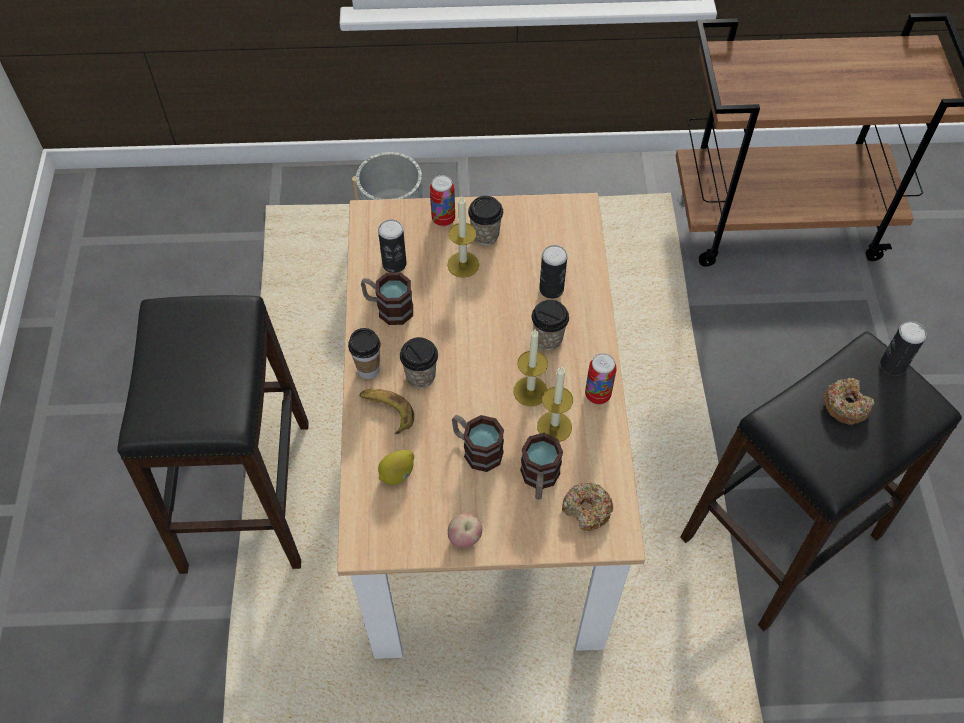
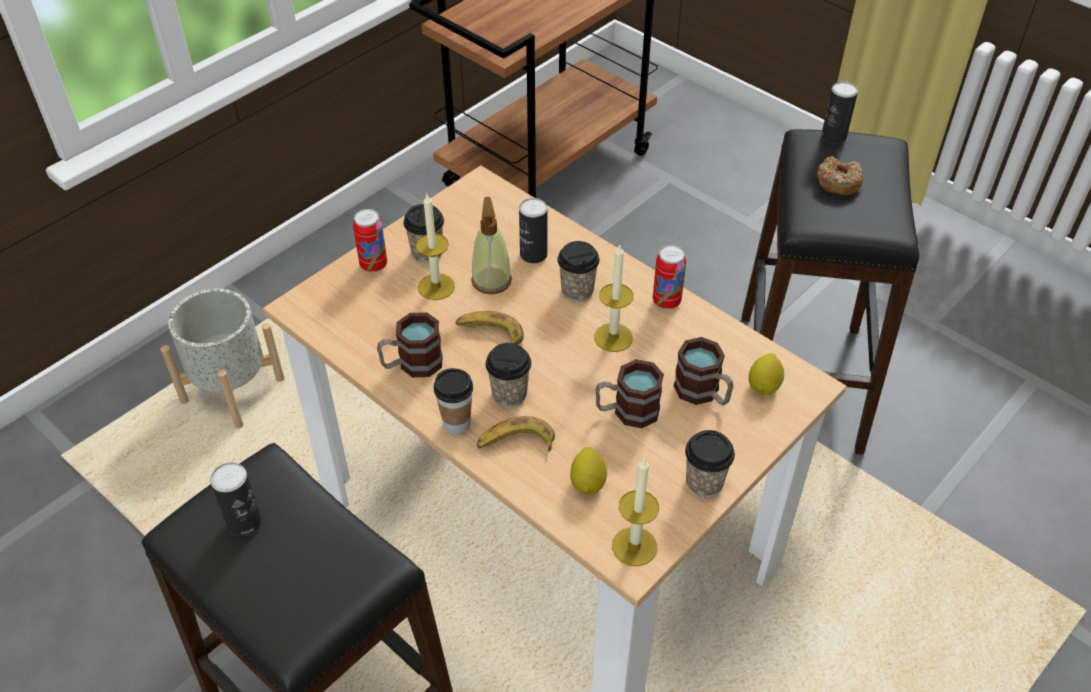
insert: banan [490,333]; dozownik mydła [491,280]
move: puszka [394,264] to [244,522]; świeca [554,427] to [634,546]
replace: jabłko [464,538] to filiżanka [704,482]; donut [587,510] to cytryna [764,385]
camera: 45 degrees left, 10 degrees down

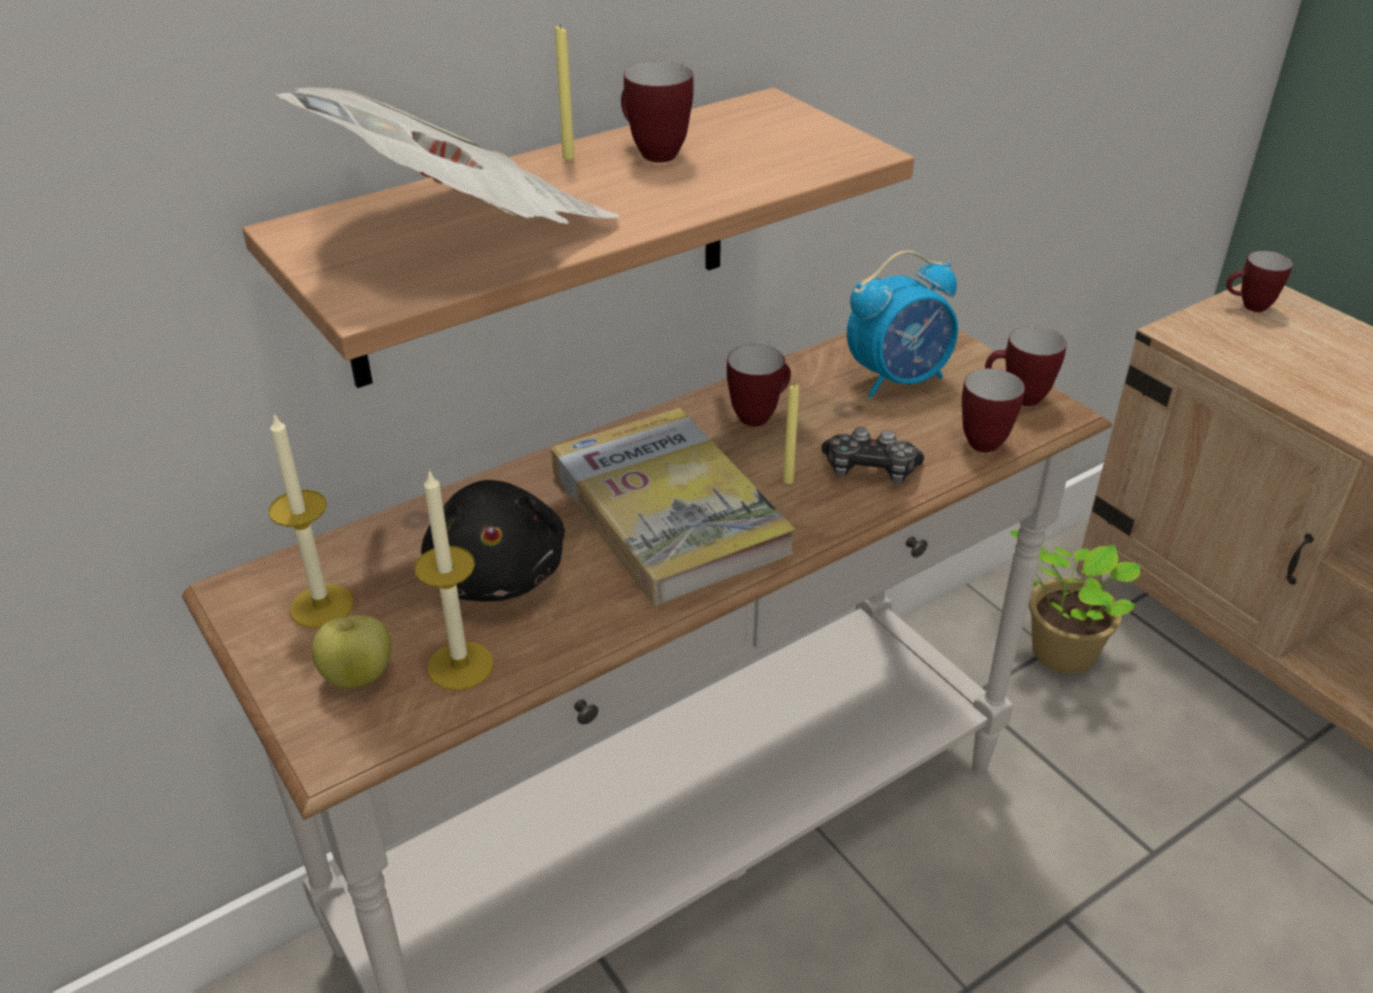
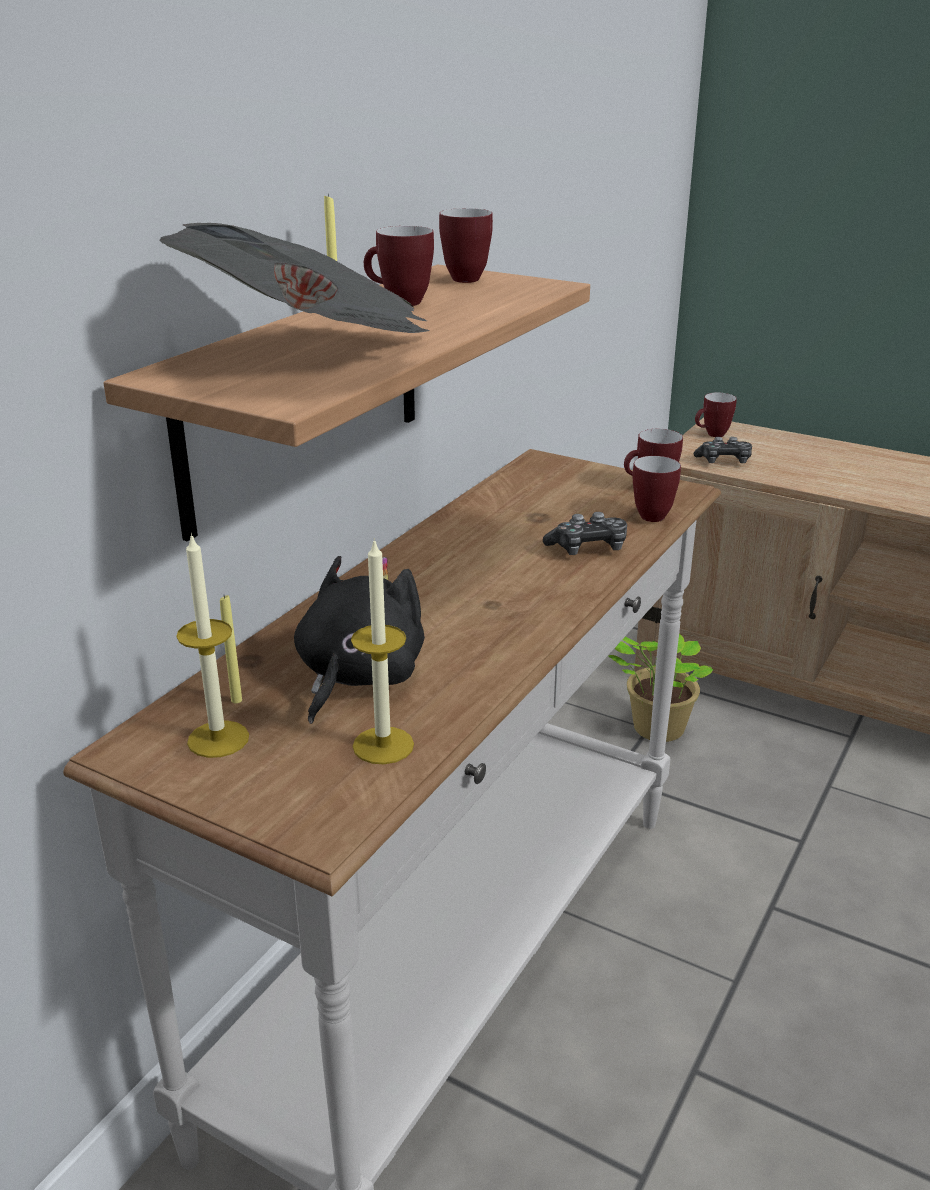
delete: jabłko [358,676]; książka [668,511]; budzik [898,379]
insert: pad do gier [724,461]
move: kubek [759,415] to [468,278]; świeca (żółty) [788,481] to [236,700]
rotate: pluszak (czarny) [498,572] = [357,677] 120 degrees counterclockwise
camera: 25 degrees left, 10 degrees down

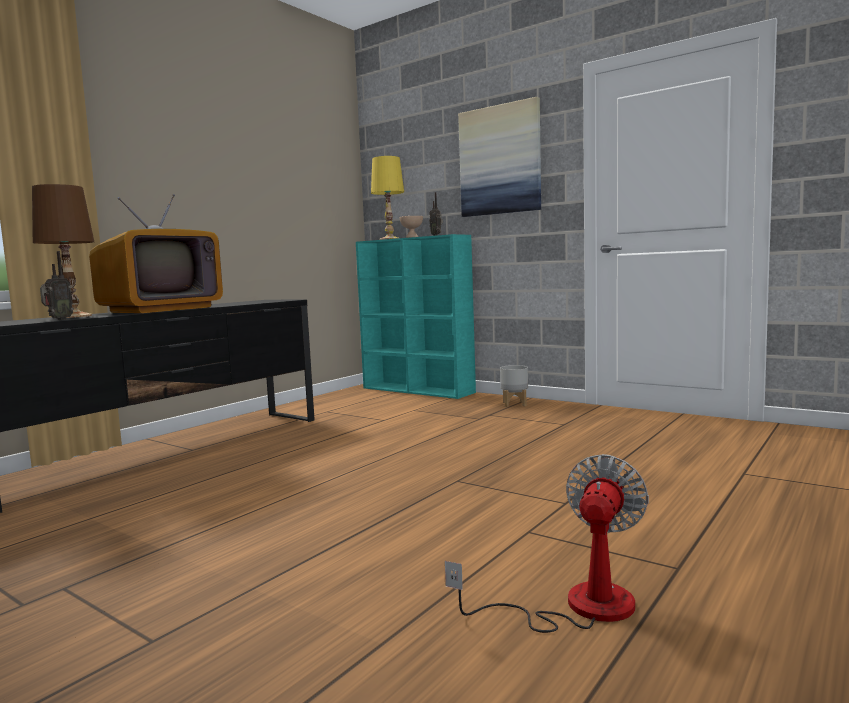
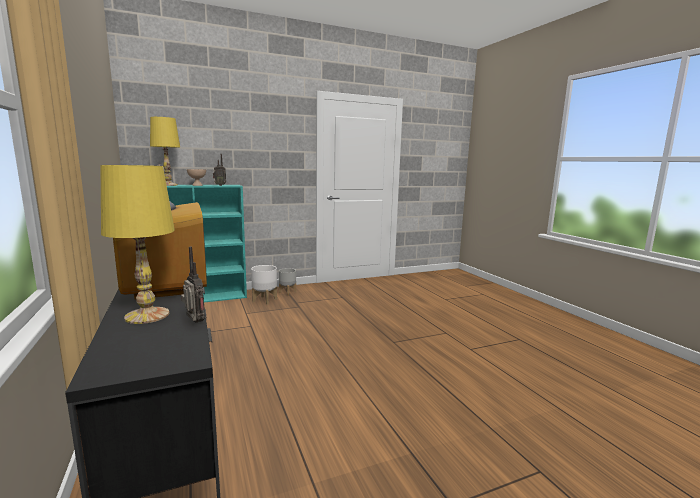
delete: wentylator [576,607]; obraz [500,160]
insert: donica (biały) [265,300]
recolor: lampa stołowa (brązowy) [72,316] to lampa stołowa (żółty) [146,315]
camera: 60 degrees left, 5 degrees up

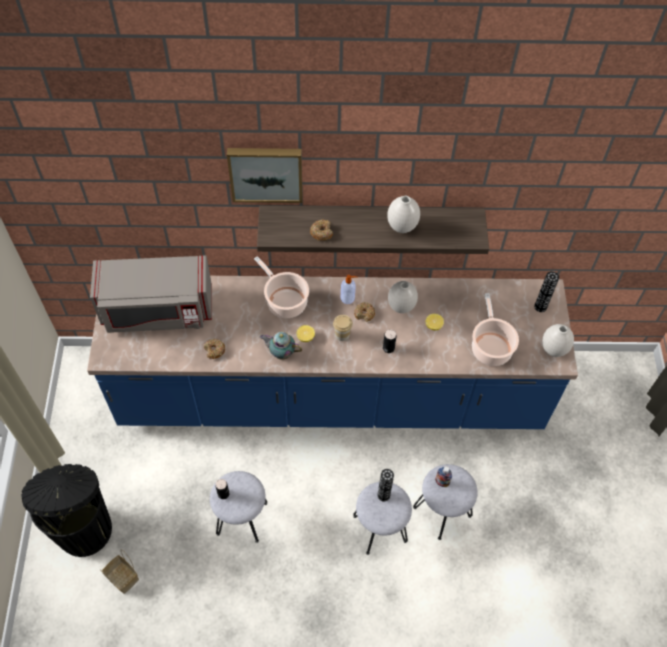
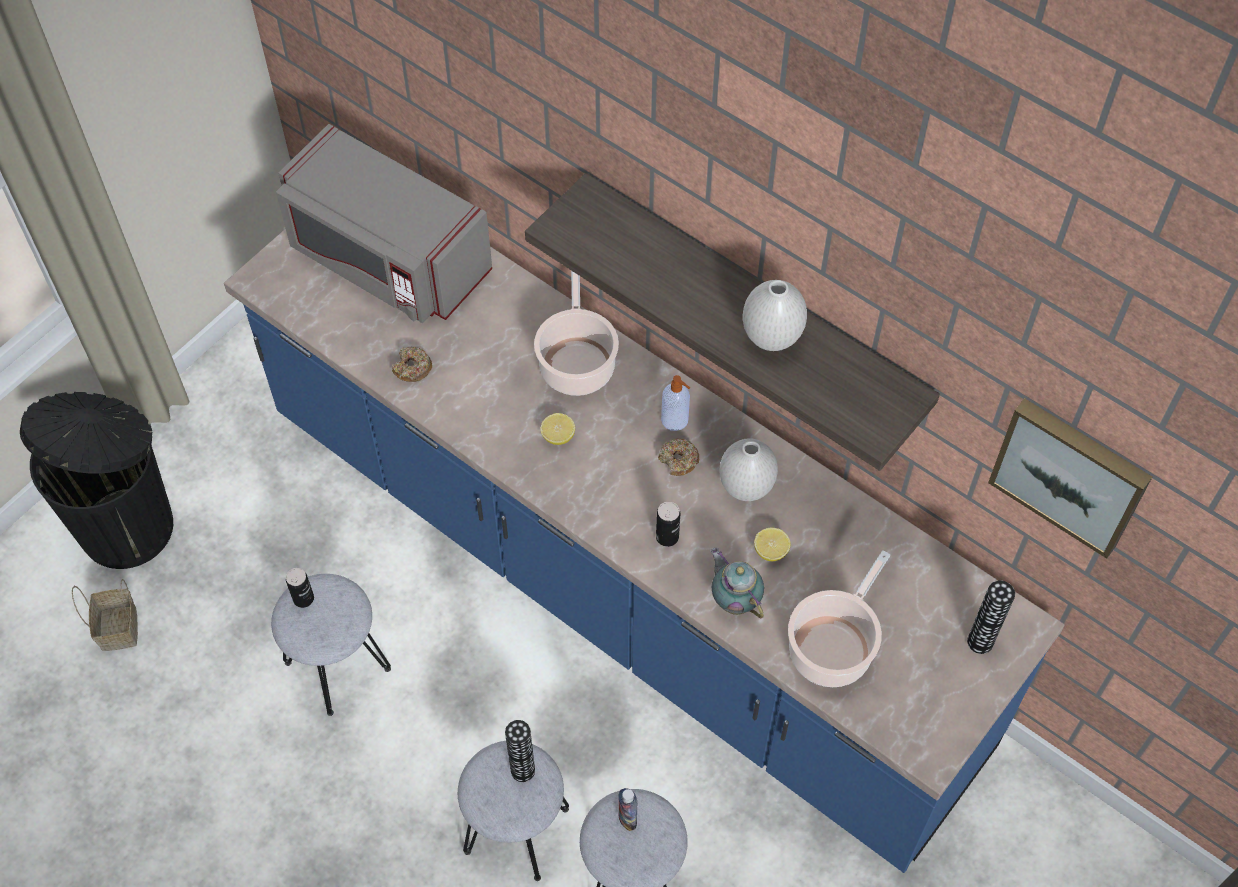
delete: donut [321,232]; filiżanka [342,334]; wazon (biały) [553,350]
move: obraz [266,172] to [1071,474]; imbryk [281,353] to [734,599]
camera: 40 degrees right, 0 degrees up

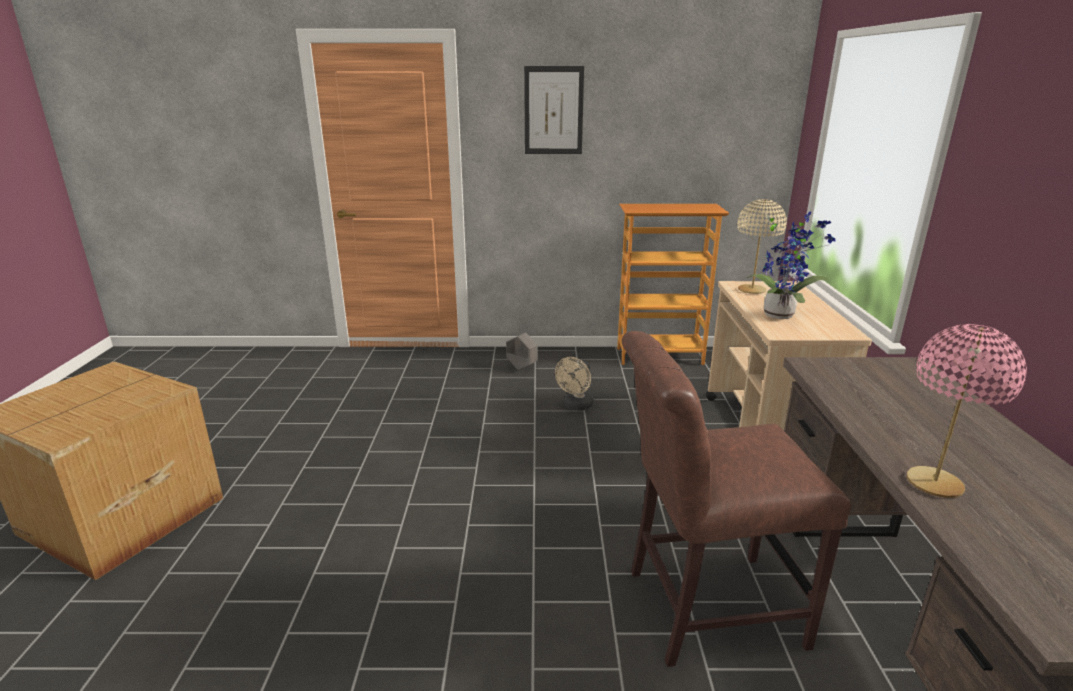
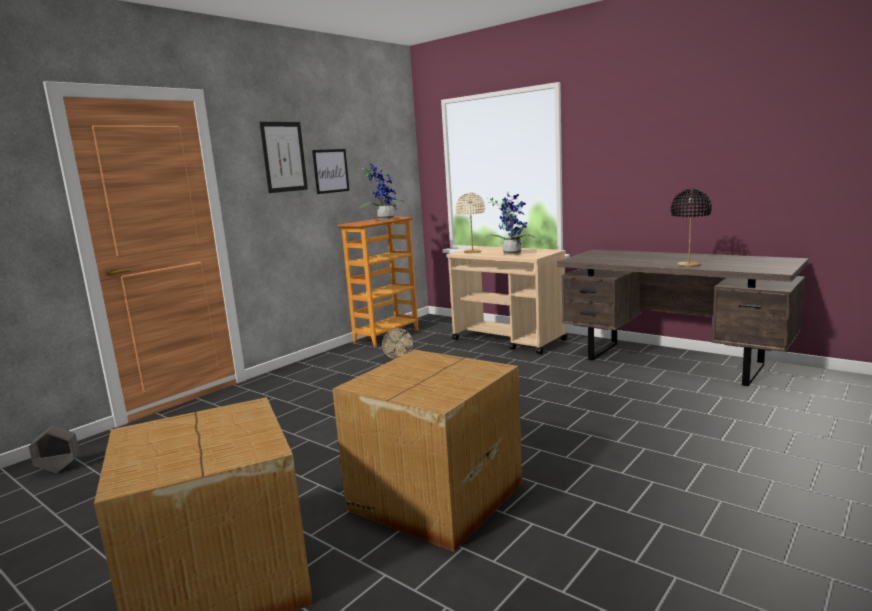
delete: krzesło (brązowy) [703,607]
insert: obraz [330,171]; karton [433,496]; roślina doniczkowa [384,219]
move: donica (szary) [522,367] to [59,469]
recolor: lampa stołowa (różowy) [934,483] to lampa stołowa (czarny) [688,265]
camera: 50 degrees left, 10 degrees down

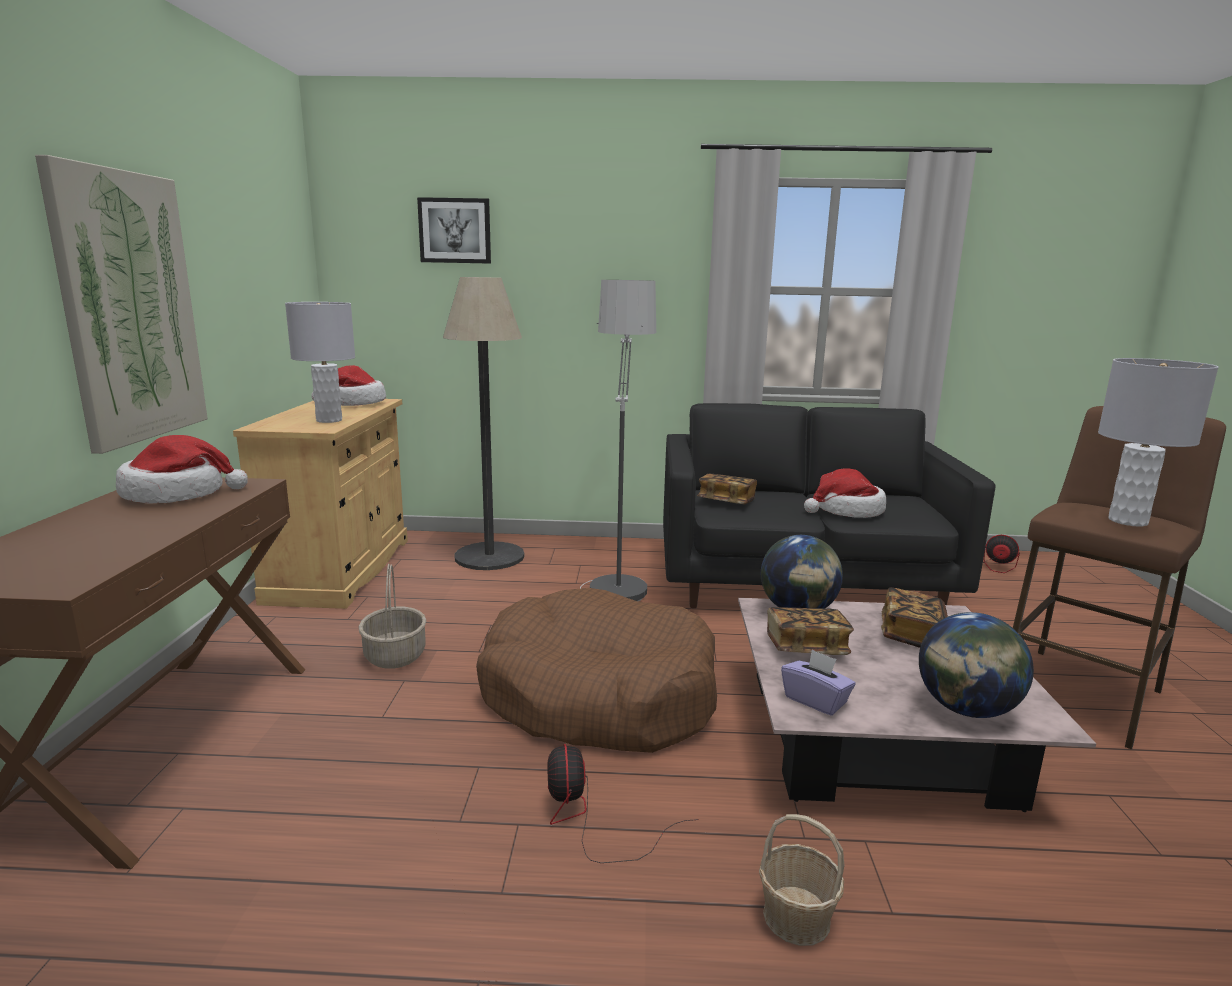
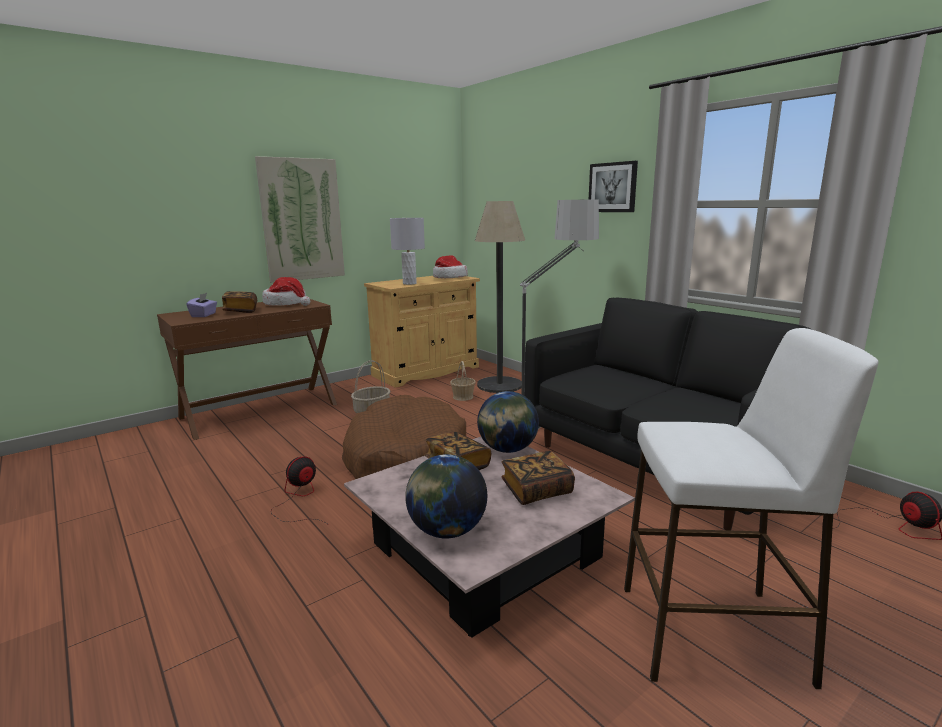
delete: kapelusz [847,511]; lampa stołowa (szary) [1127,521]
move: obraz [455,231] to [613,187]; książka [726,501] to [241,310]; koszyk [796,916] to [463,397]; pudełko chusteczek (fioletowy) [815,700] to [204,315]
recolor: stołek (brązowy) [1080,694] to stołek (biały) [713,633]
camera: 50 degrees right, 0 degrees up

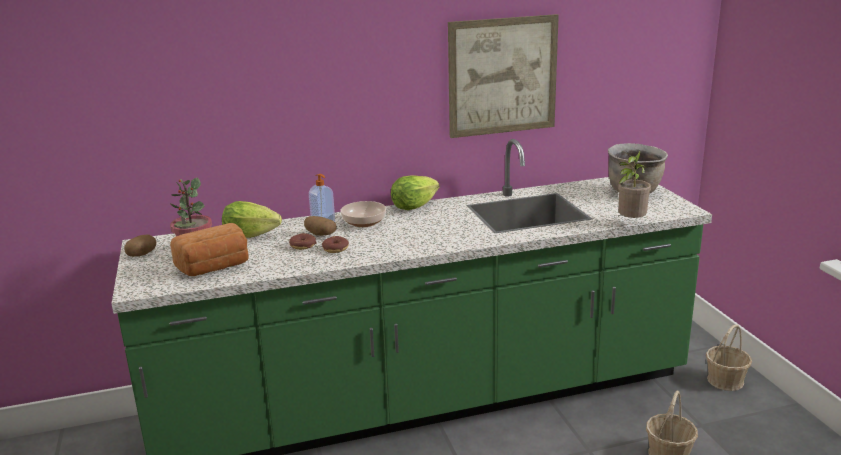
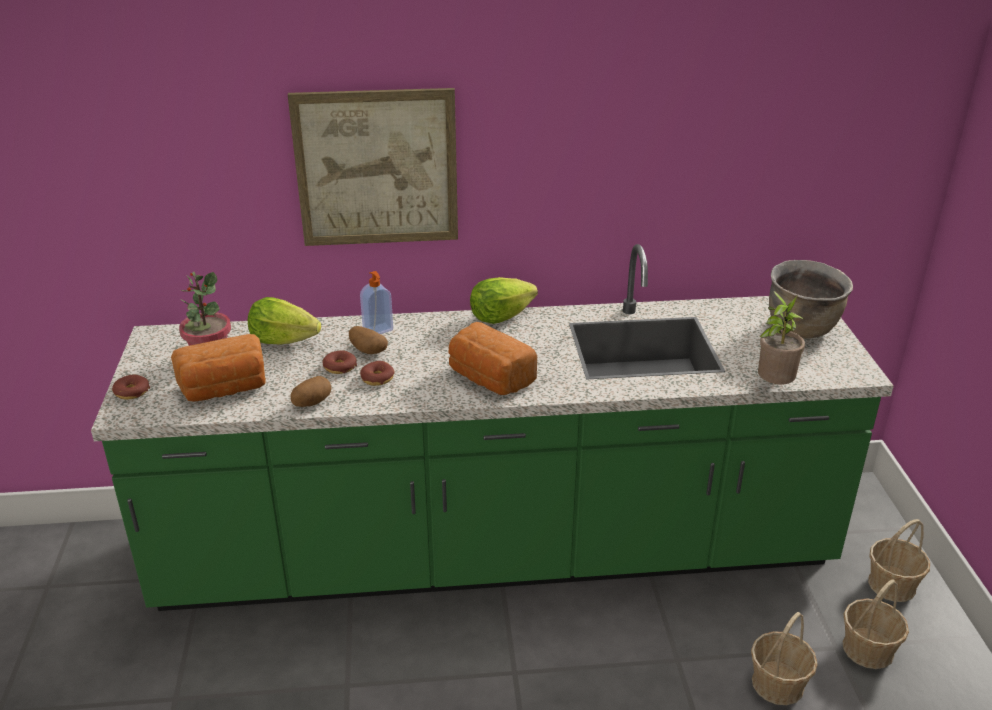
delete: miska [363,222]
insert: donut [131,392]; chleb [489,379]; koszyk [868,649]
move: ziemniak [142,254] to [312,402]; obraz [502,76] to [377,168]
camera: 10 degrees right, 10 degrees up

